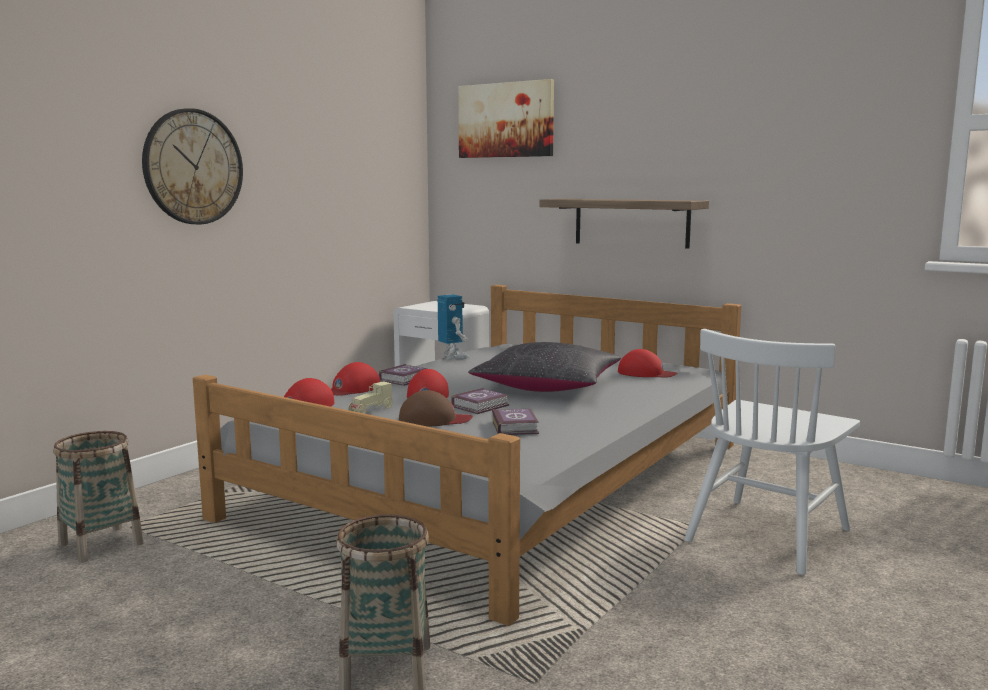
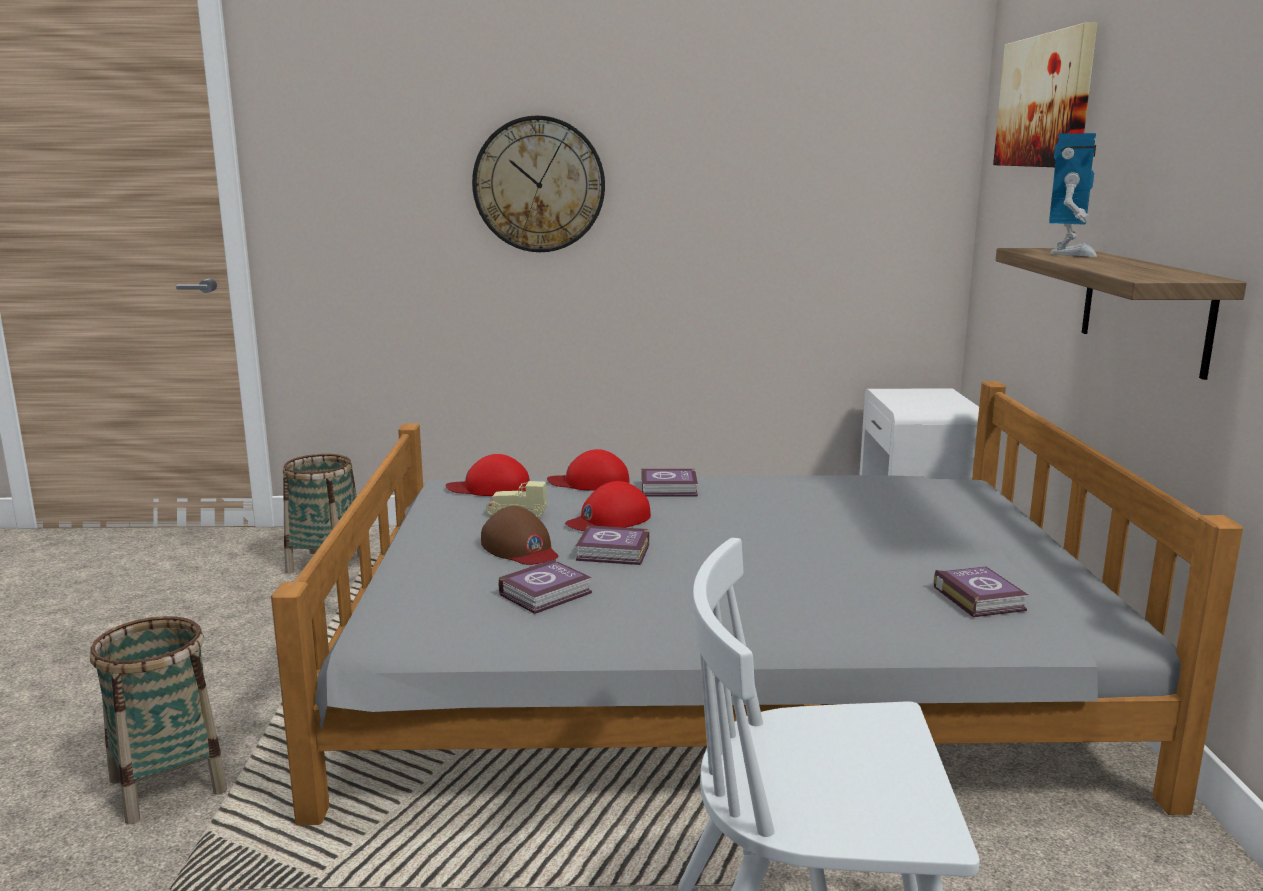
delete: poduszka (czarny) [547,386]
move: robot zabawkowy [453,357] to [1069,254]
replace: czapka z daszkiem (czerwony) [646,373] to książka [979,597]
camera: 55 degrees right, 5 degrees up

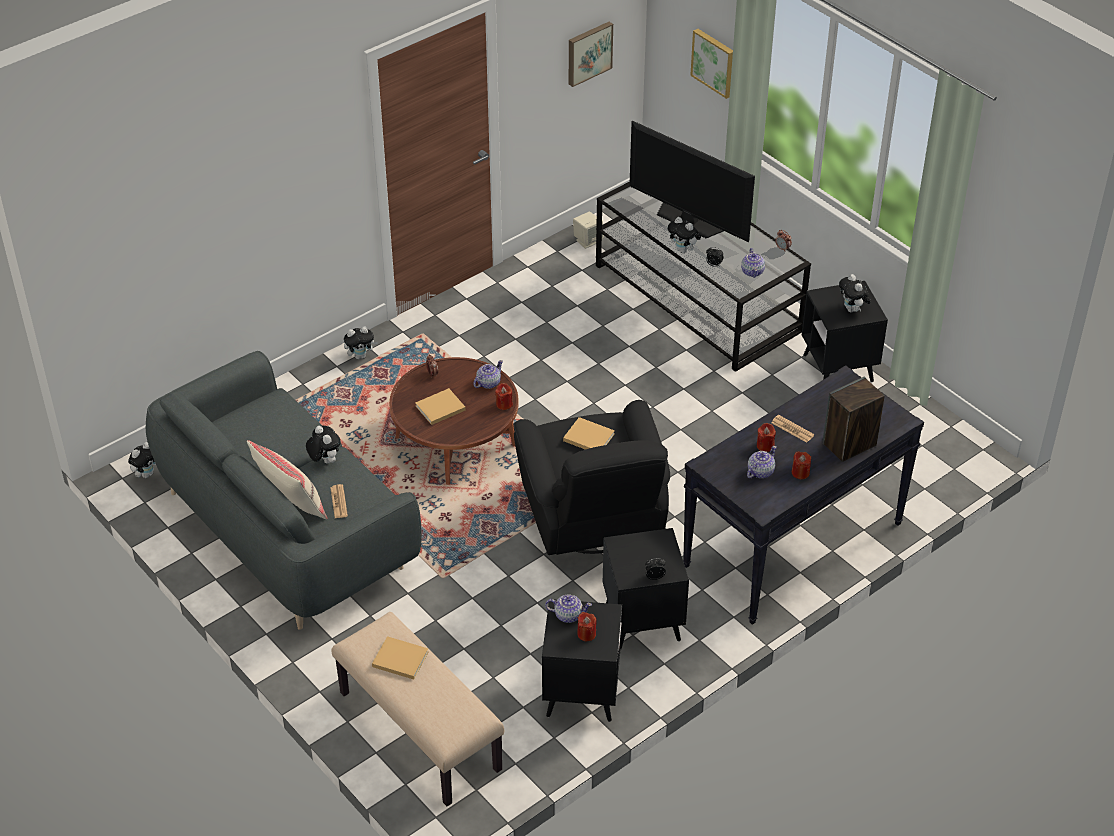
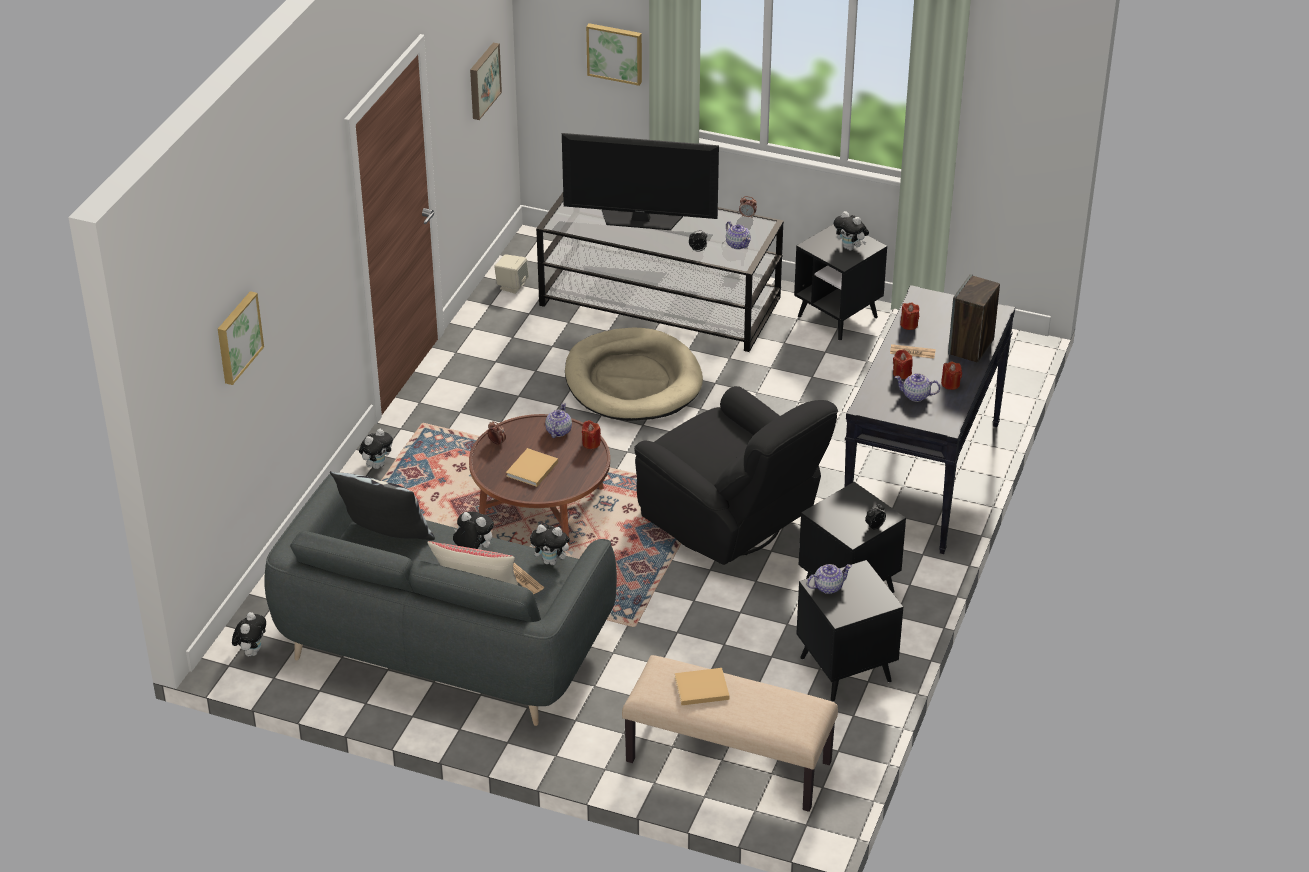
delete: książka (beżowy) [587,437]
insert: obraz [237,337]; poduszka [387,536]; legowisko (beżowy) [632,381]
move: świeca (czerwony) [586,634] to [909,324]; pluszak [683,250] to [552,561]
rotate: imbryk [760,472] = [916,396] 90 degrees counterclockwise
camera: 30 degrees left, 5 degrees down

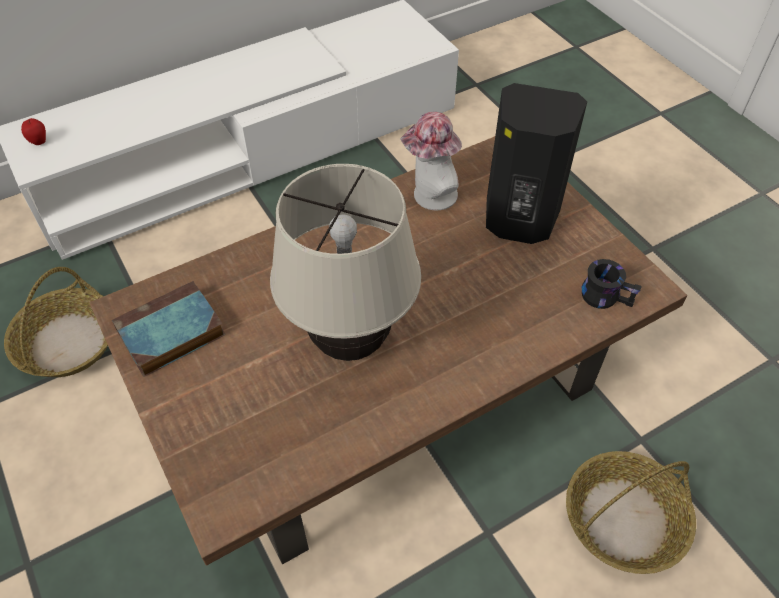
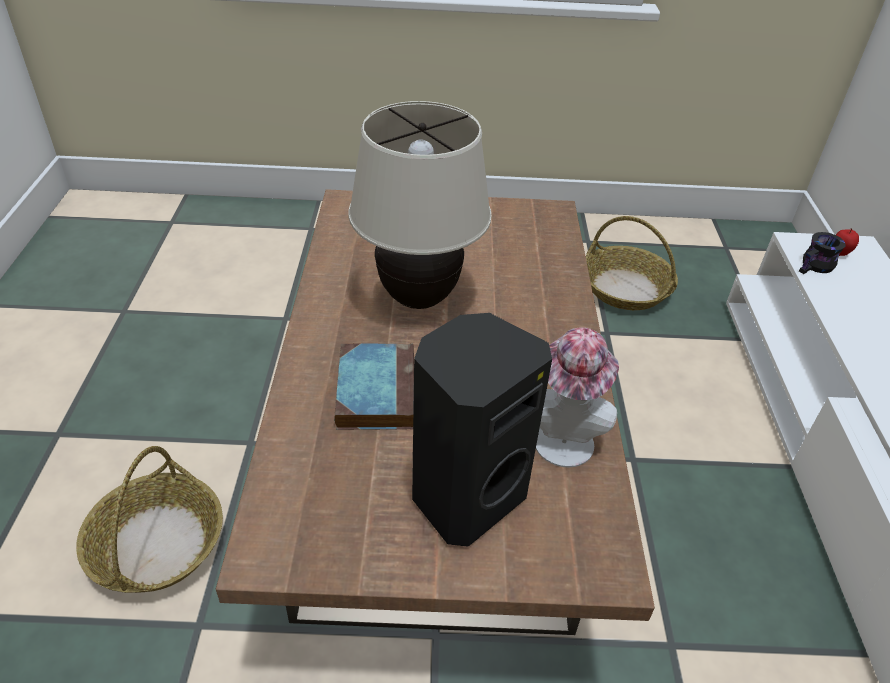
move: książka [169,334] to [375,390]; kubek (czarny) [606,294] to [816,267]
camera: 120 degrees right, 10 degrees down

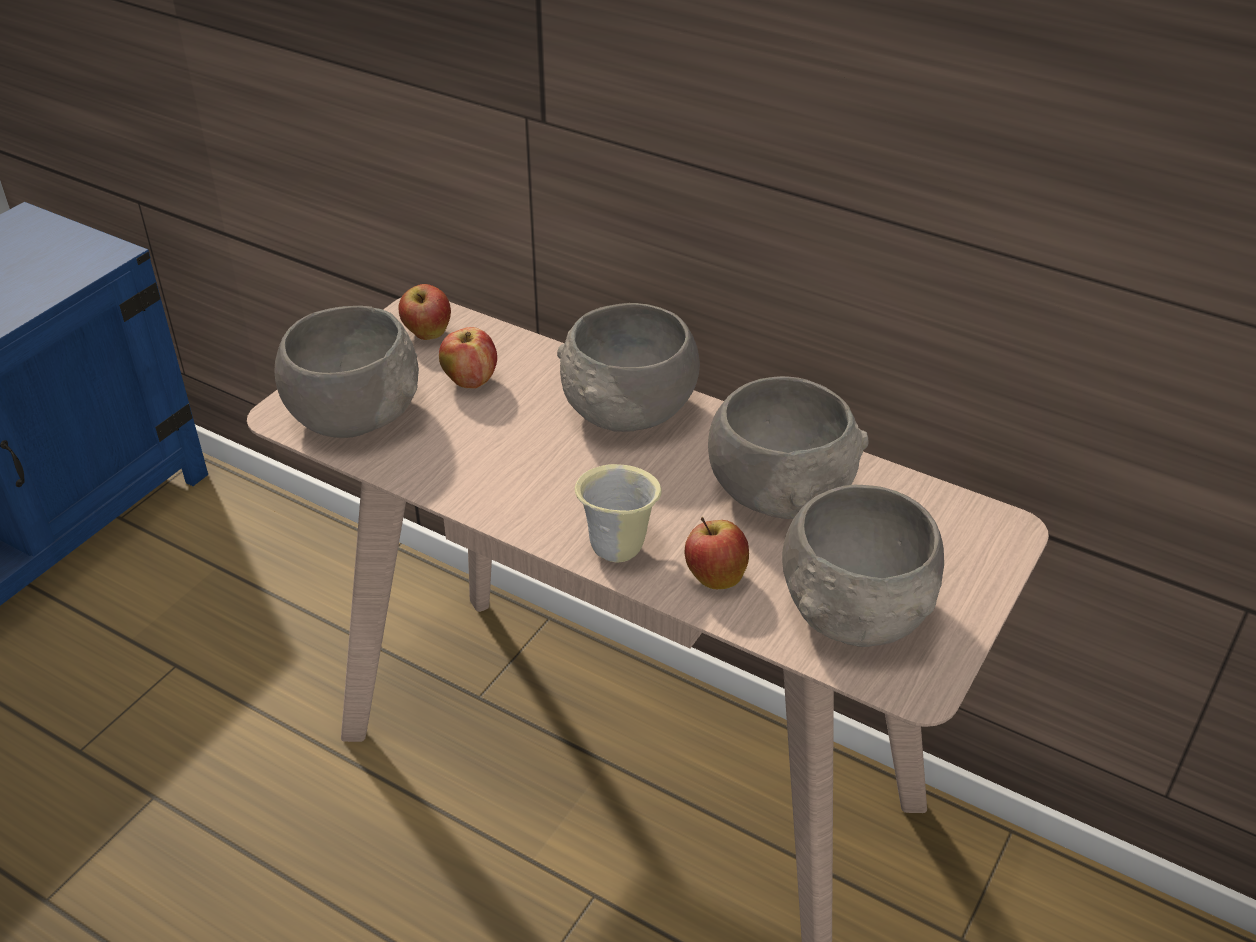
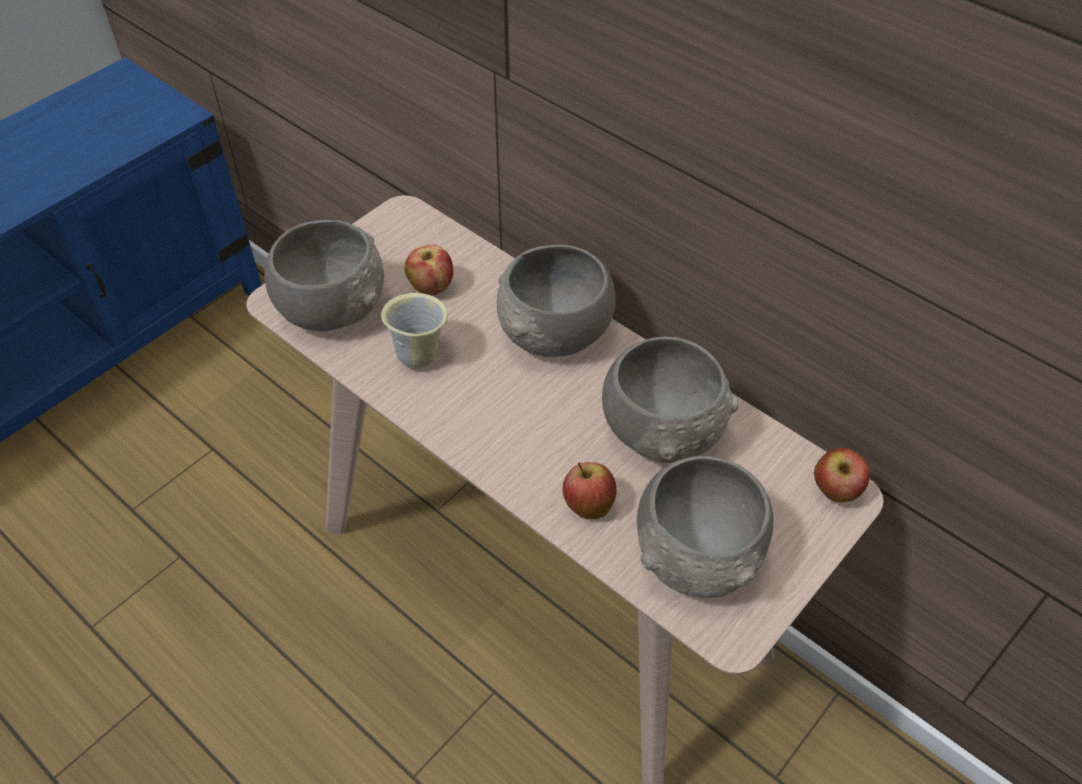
move: jabłko [427,335] to [835,492]; kubek (beżowy) [618,546] to [420,354]
camera: 10 degrees right, 10 degrees up

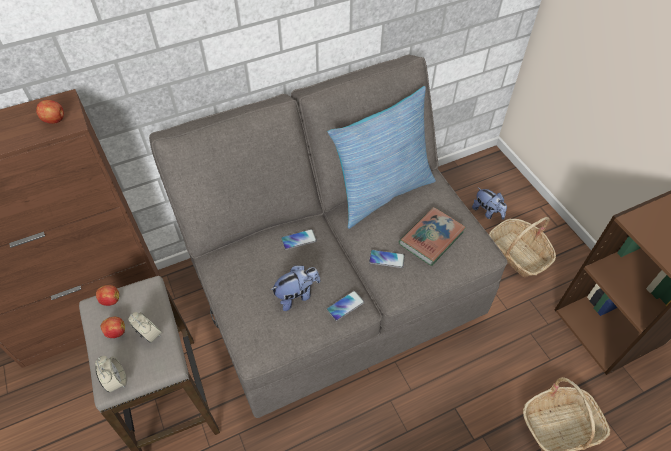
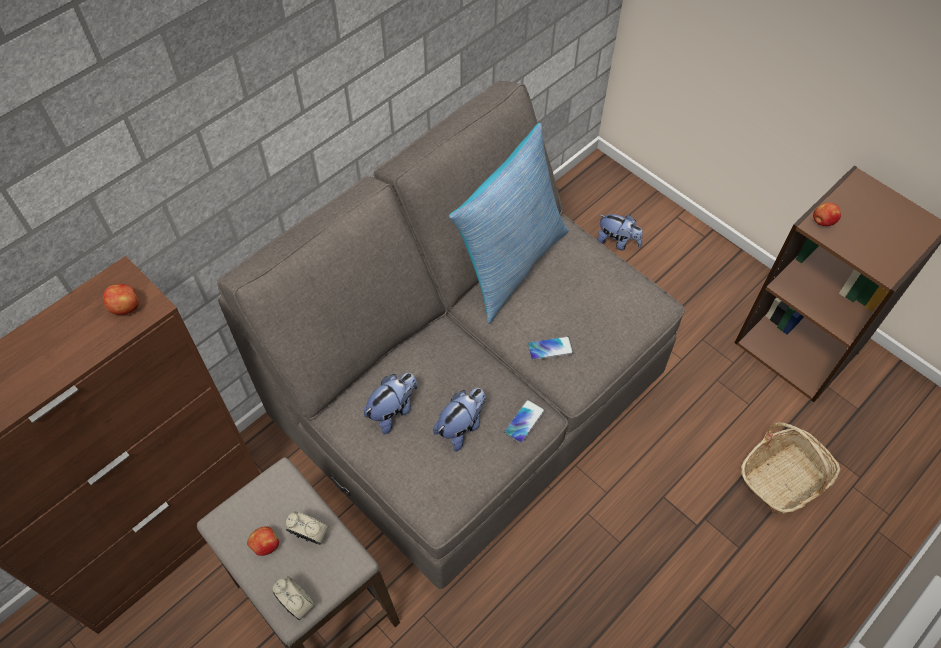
delete: telefon [298,240]; książka [431,238]; koszyk [518,254]
insert: pluszak [393,411]
move: jabłko [110,300] to [822,221]
camera: 20 degrees left, 5 degrees up

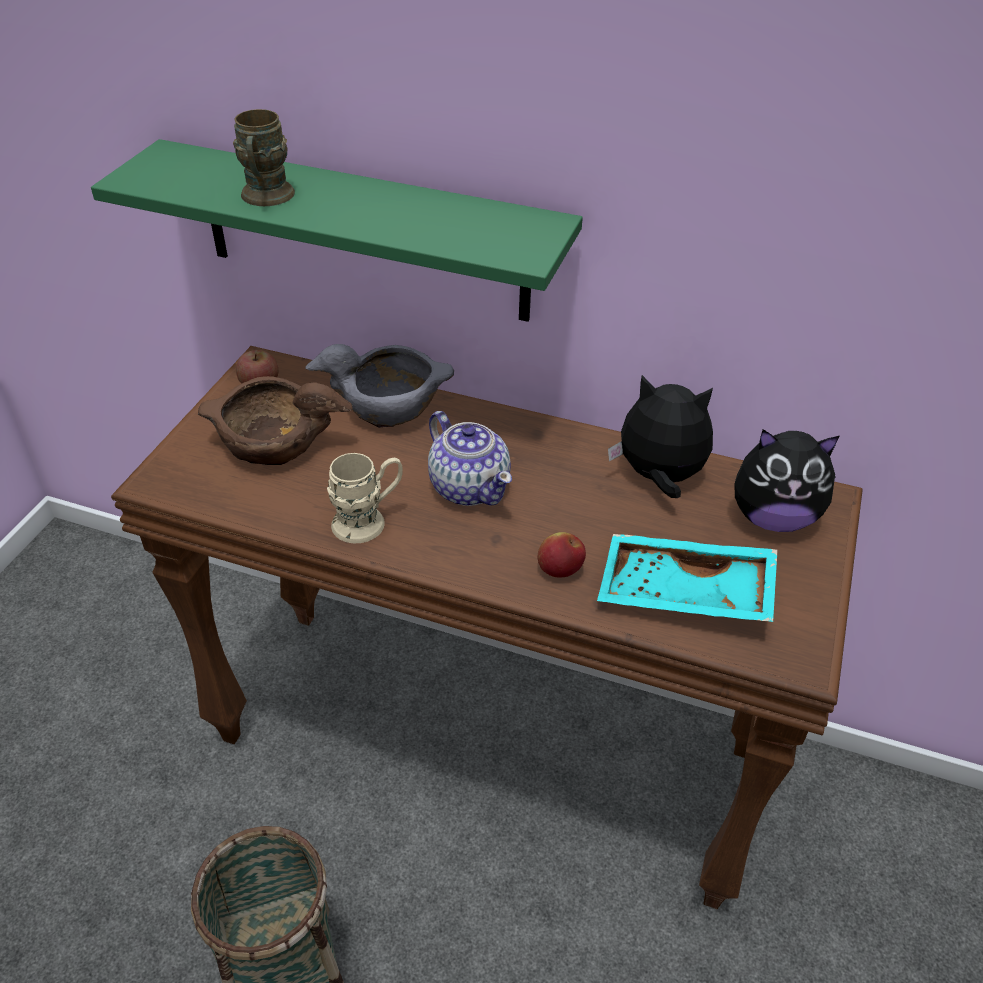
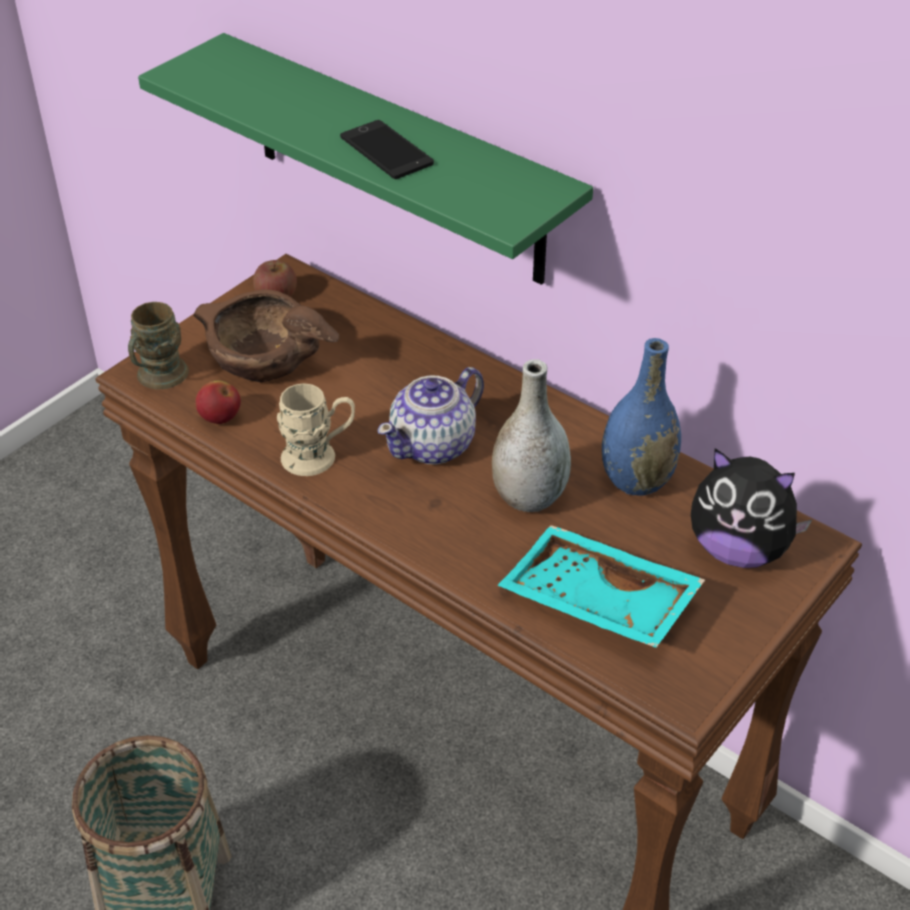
delete: miska (szary) [390,405]
insert: telefon [386,151]; wazon (szary) [529,498]
move: kubek (brązowy) [266,198] to [157,379]; jabłko [560,570] to [220,418]
replace: pluszak [658,478] to wazon (niebieski) [636,480]
rotate: imbryk [469,486] = [434,445] 60 degrees clockwise
camera: 20 degrees right, 0 degrees up

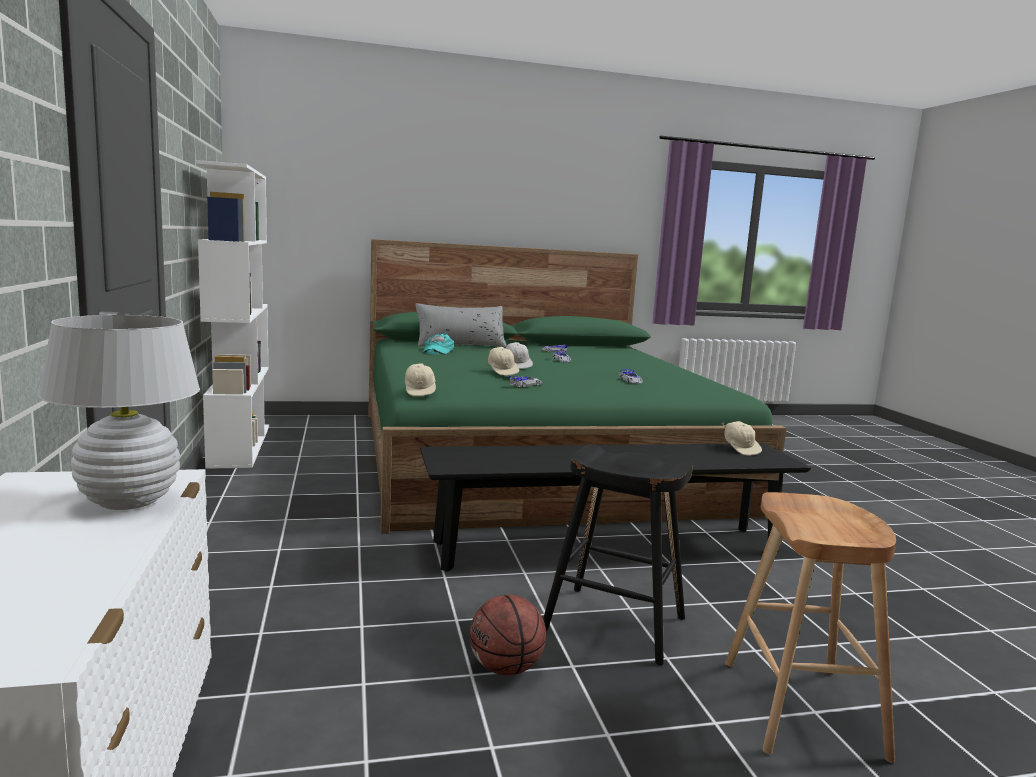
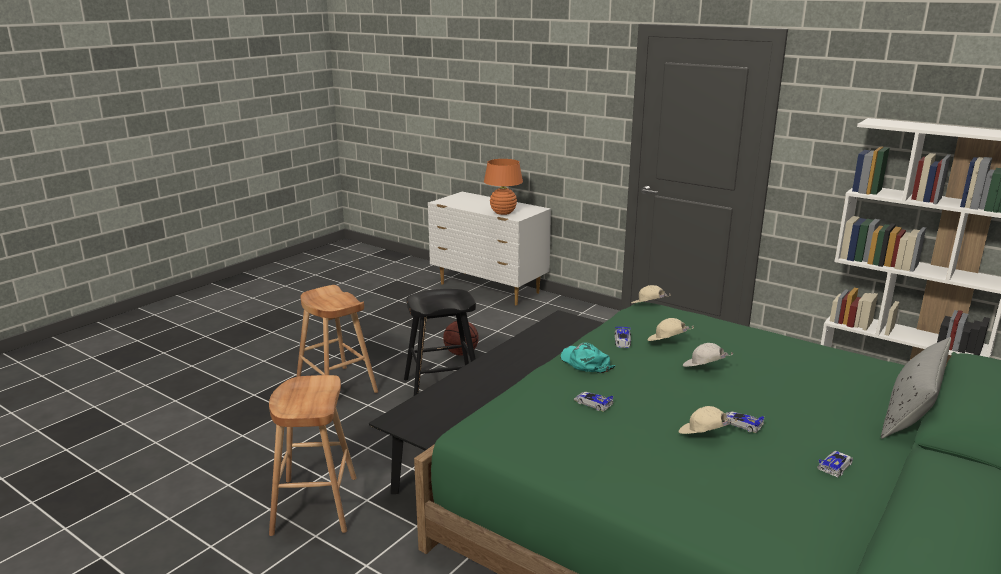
insert: stołek (brązowy) [315,505]
move: czapka z daszkiem (turkusowy) [437,350] to [585,362]; czapka z daszkiem (beżowy) [740,449] to [702,435]
recolor: lampa stołowa (biały) [129,501] to lampa stołowa (pomarańczowy) [503,212]
camera: 140 degrees right, 10 degrees up

